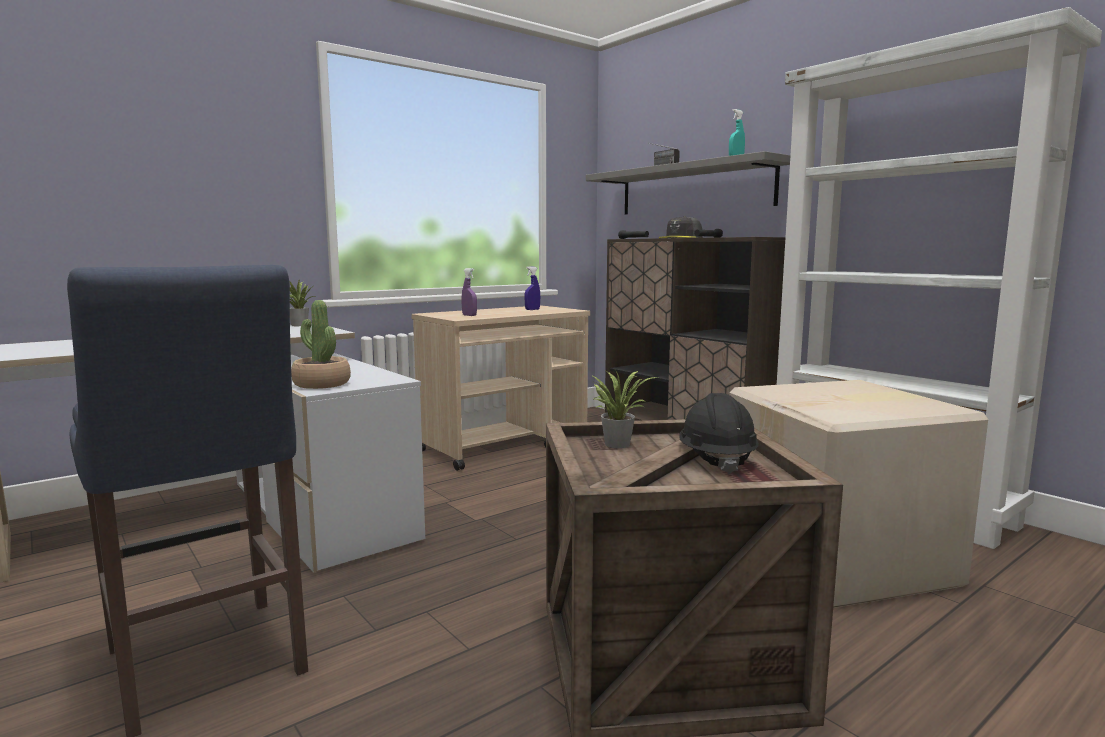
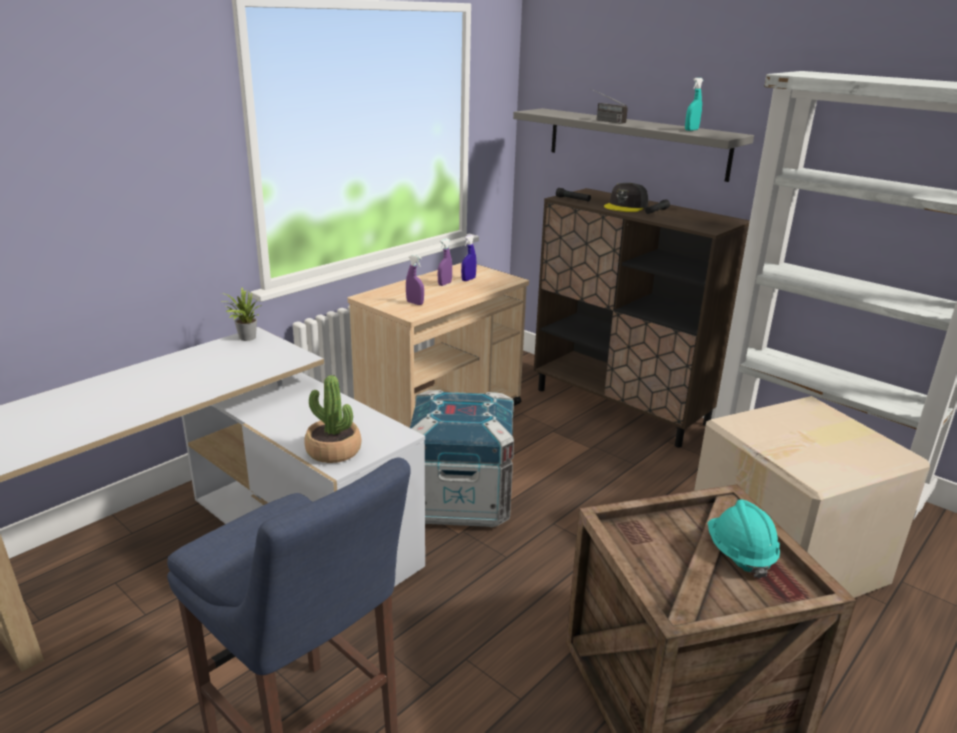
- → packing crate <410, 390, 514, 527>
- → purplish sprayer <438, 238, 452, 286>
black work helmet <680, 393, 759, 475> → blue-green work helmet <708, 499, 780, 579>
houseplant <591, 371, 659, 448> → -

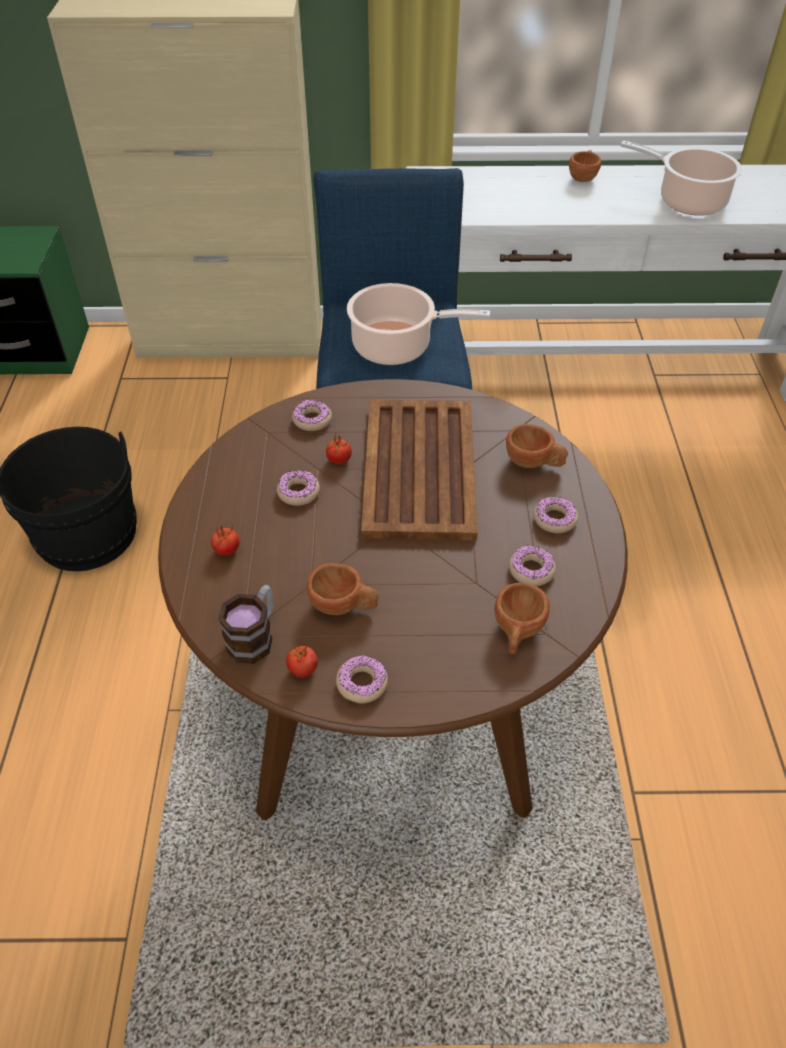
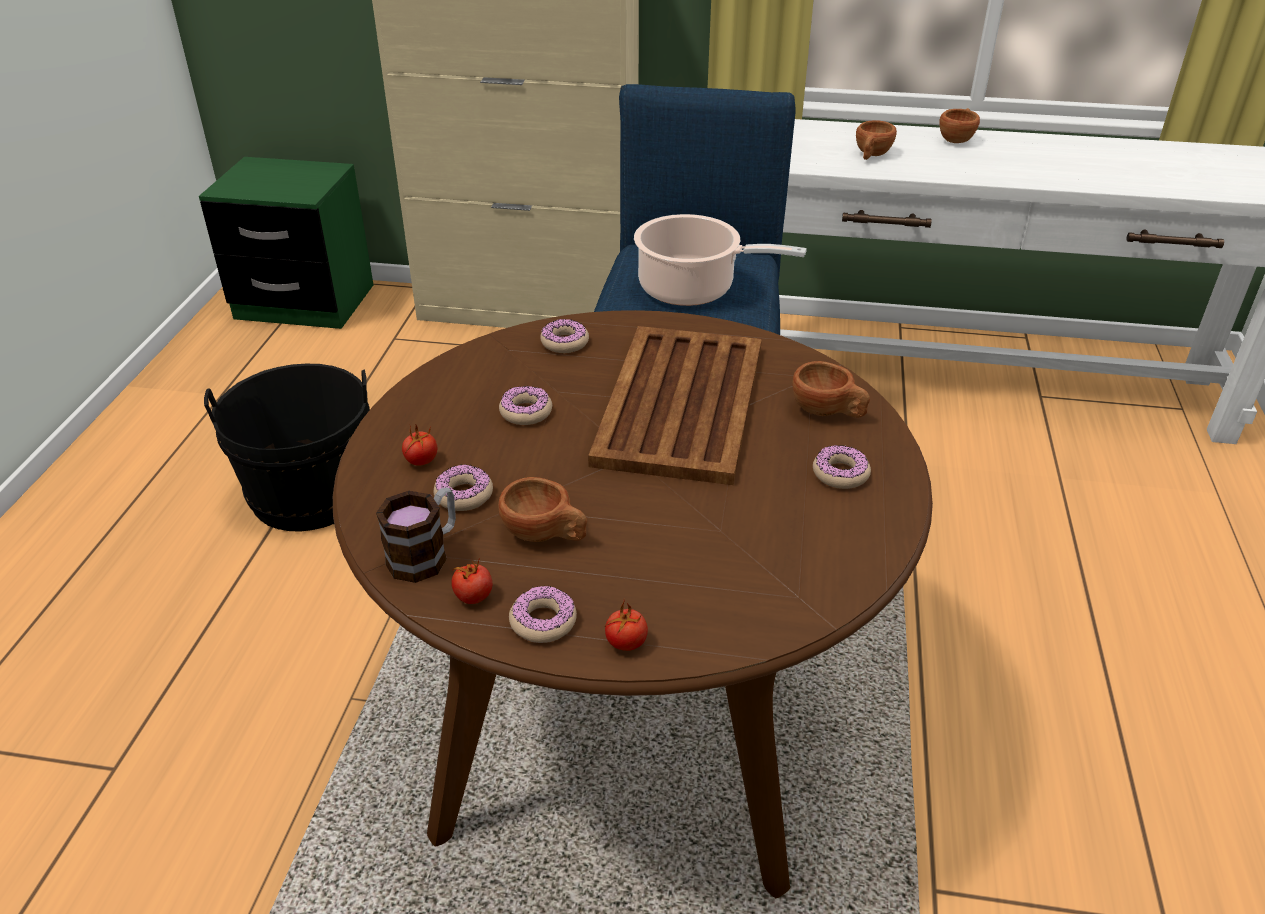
ring doughnut <509, 546, 556, 586> → ring doughnut <434, 464, 493, 511>, moved
fresh tomato <326, 435, 352, 464> → fresh tomato <605, 602, 648, 651>, moved
brown cup <495, 583, 550, 655> → brown cup <856, 120, 897, 160>, moved
saucepot <620, 141, 742, 216> → -

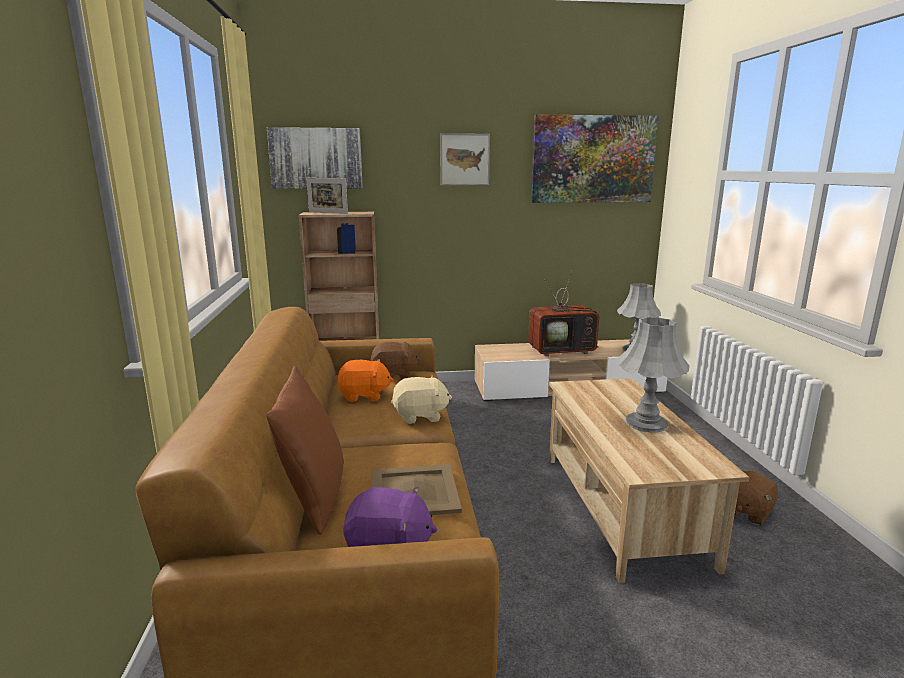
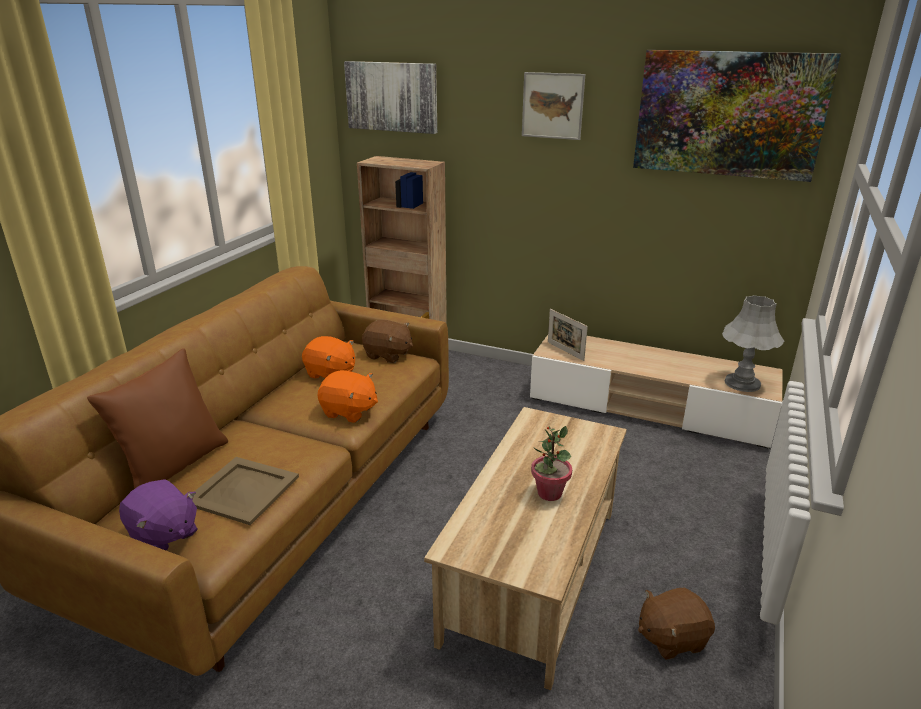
beige cuddly toy <391, 375, 452, 424> → orange-coloured cuddly toy <318, 370, 378, 423>
greyish tabletop lamp <618, 317, 690, 433> → houseplant <531, 426, 572, 501>
picture frame <306, 178, 348, 214> → picture frame <548, 309, 588, 361>, moved
television <528, 271, 599, 356> → -

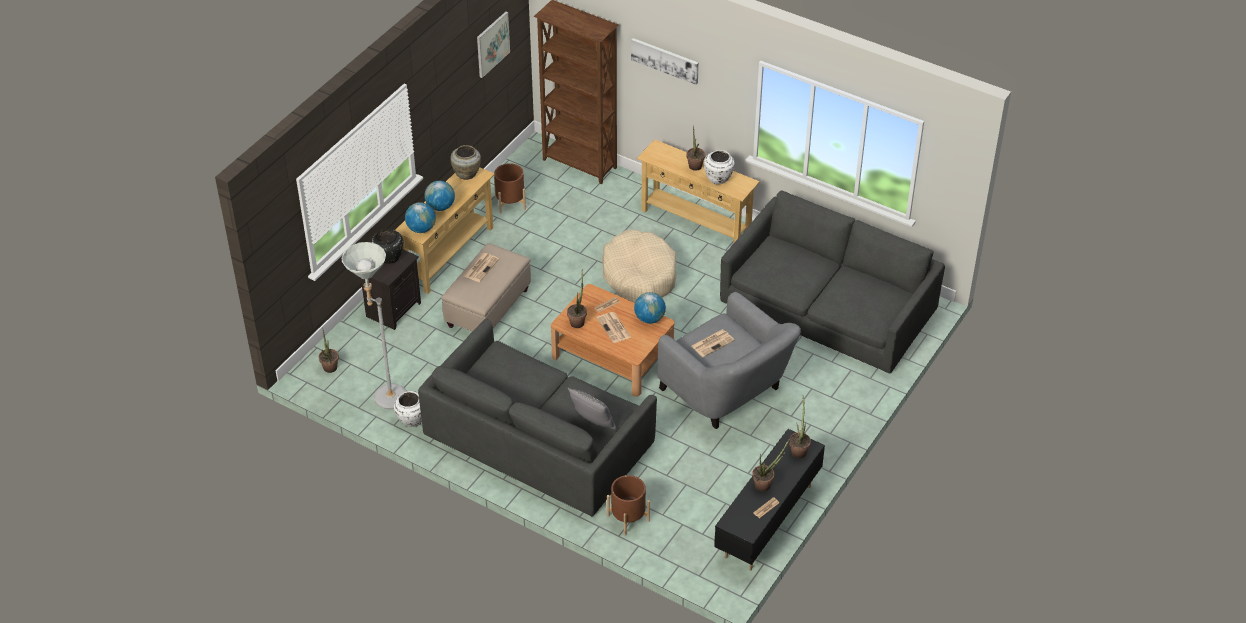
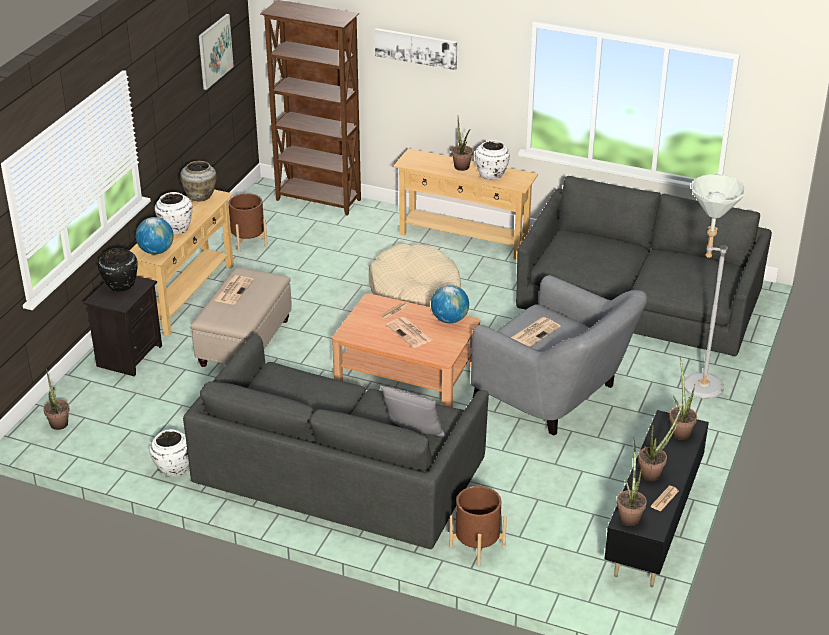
desk globe <424, 181, 455, 211> → white-coloured flower vase <155, 192, 193, 234>
houseplant <567, 269, 587, 328> → houseplant <616, 437, 647, 526>, moved
greyish standing lamp <342, 242, 407, 410> → greyish standing lamp <684, 174, 746, 399>, moved

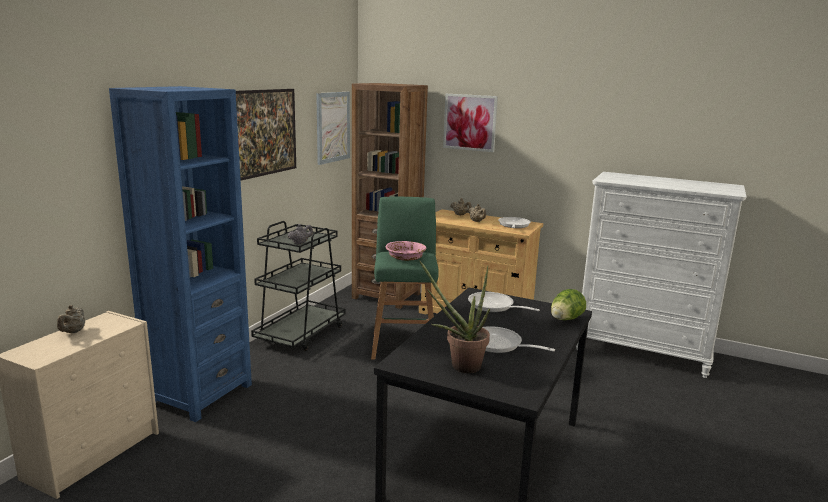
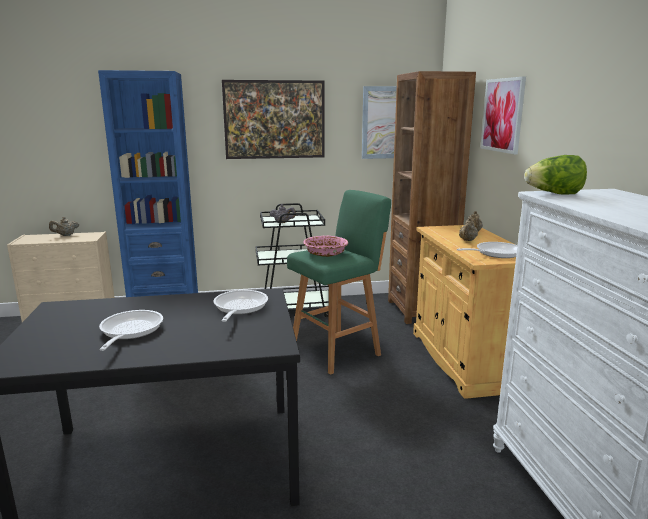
head of lettuce <551, 289, 586, 320> → head of lettuce <524, 155, 587, 195>, moved
houseplant <419, 260, 490, 373> → -

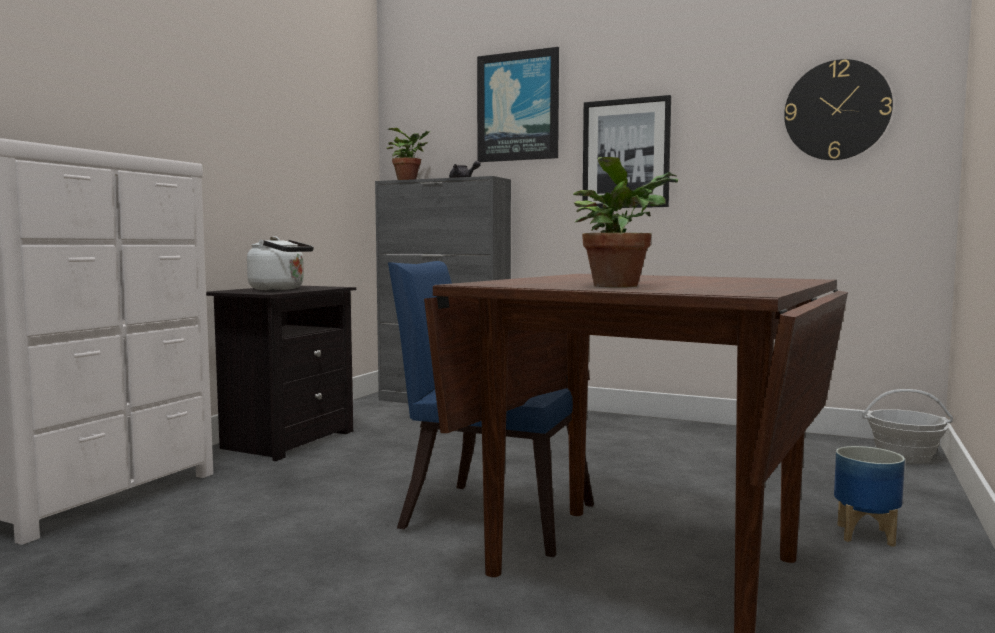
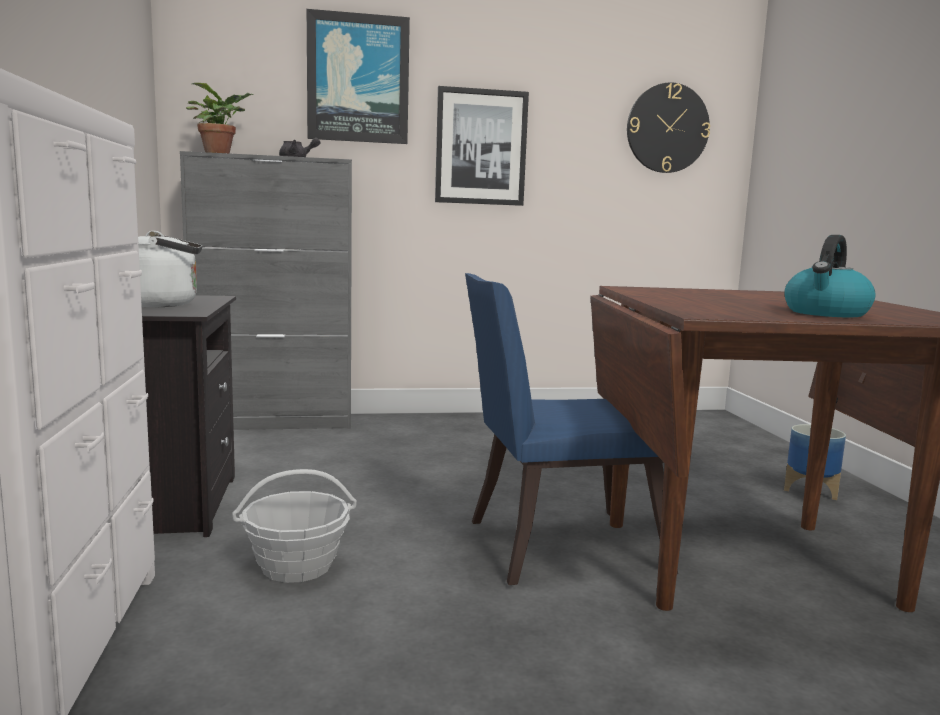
storage basket <862, 389, 953, 464> → storage basket <232, 469, 357, 583>, moved
houseplant <573, 157, 678, 287> → water kettle <784, 235, 876, 317>

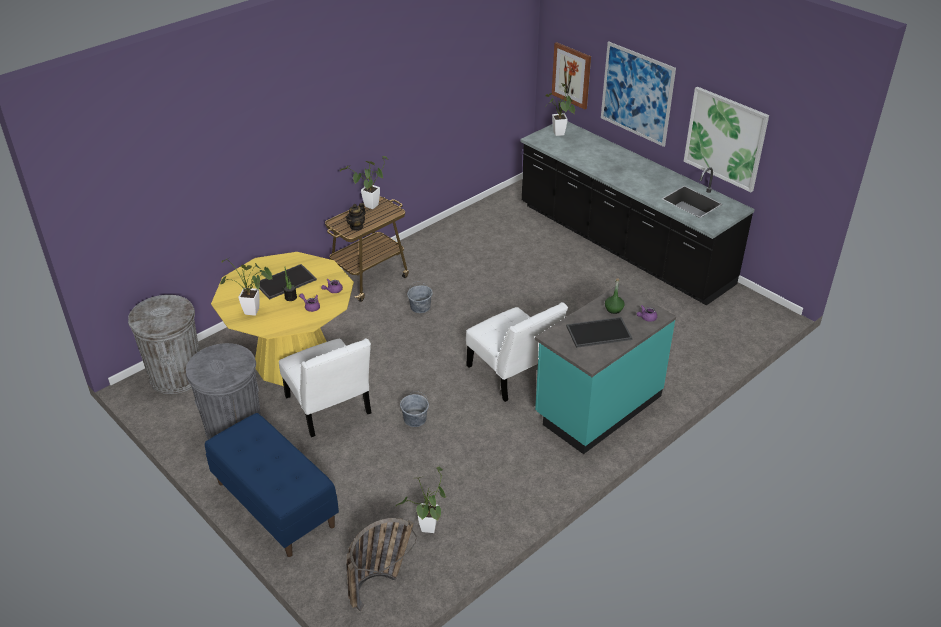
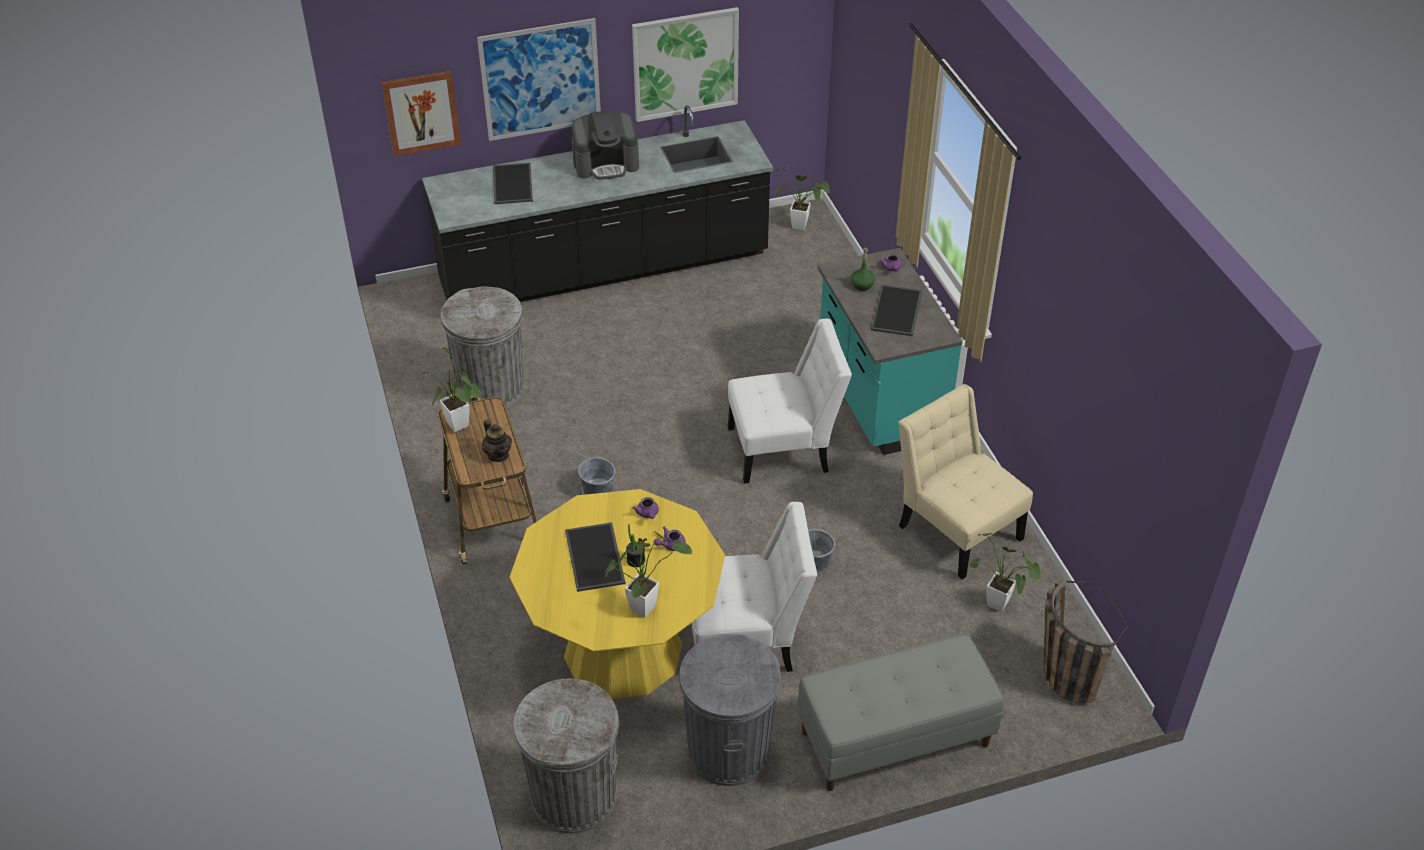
- → greyish trash can <441, 286, 525, 412>
- → serving tray <493, 163, 533, 204>
- → coffee machine <572, 110, 639, 180>
houseplant <545, 83, 575, 136> → houseplant <774, 166, 830, 230>, moved
blue bench <205, 413, 339, 557> → greyish bench <797, 634, 1004, 791>
- → beige chair <898, 384, 1033, 579>

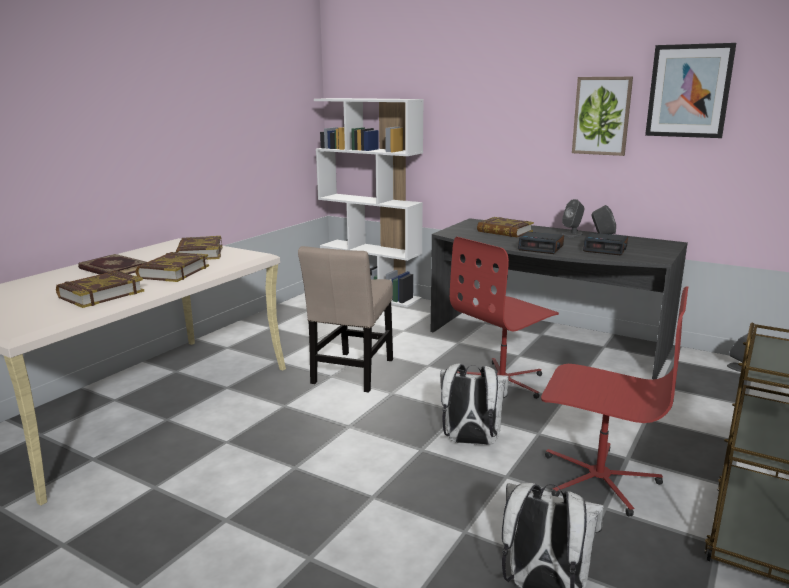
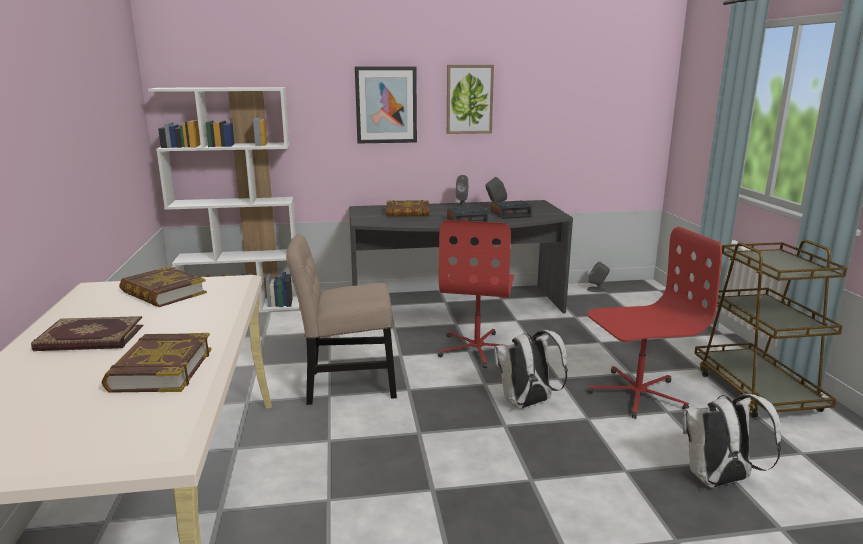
beige chair <298, 246, 393, 393> → beige chair <286, 234, 397, 405>, 105 degrees clockwise
picture <645, 43, 736, 138> → picture <355, 66, 417, 143>, moved
volume <135, 252, 209, 282> → -

